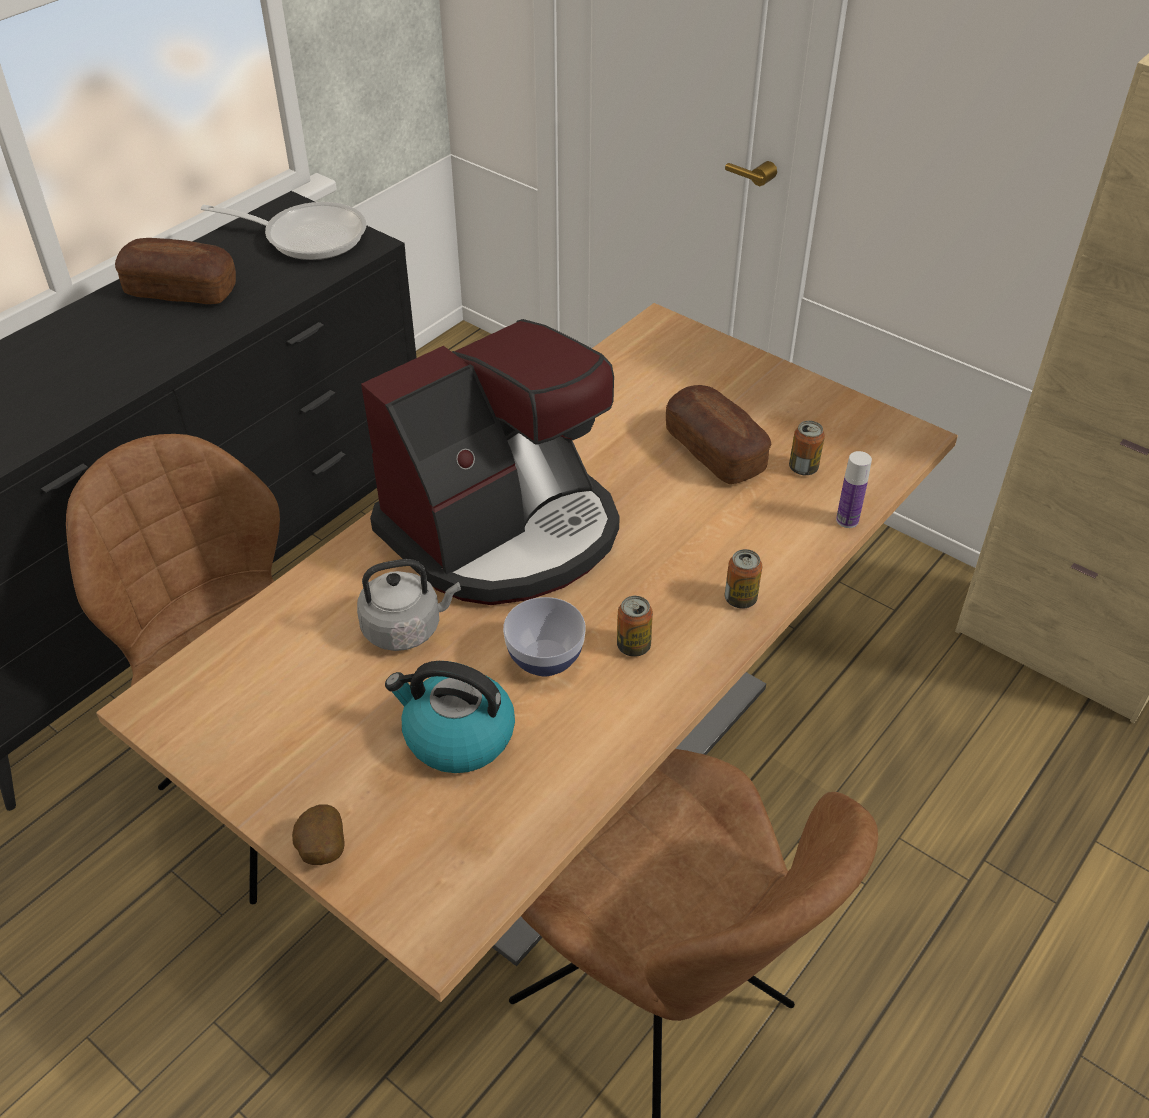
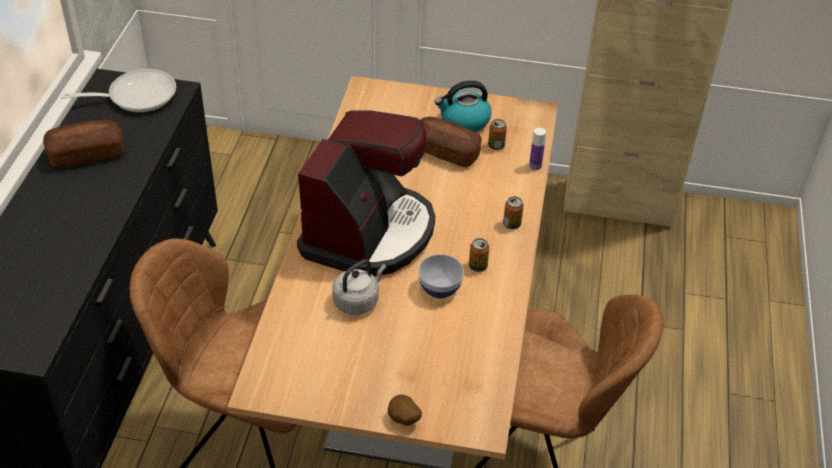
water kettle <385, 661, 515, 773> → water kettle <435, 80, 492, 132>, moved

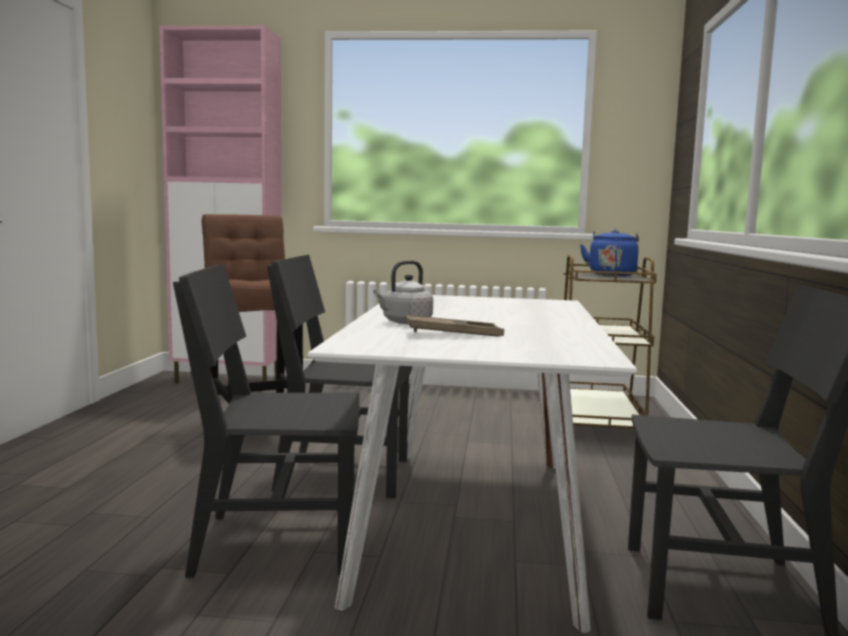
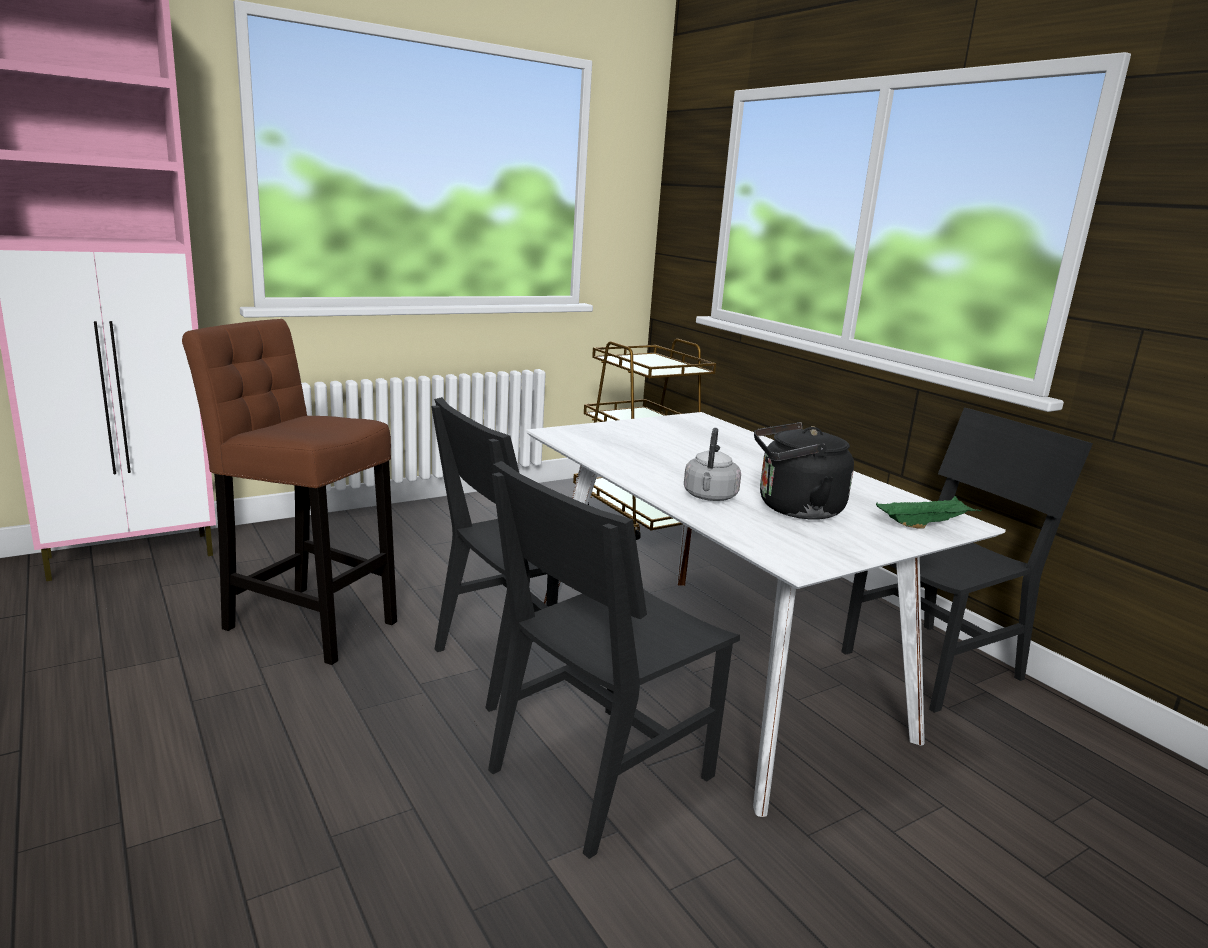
brown serving tray <405, 315, 504, 336> → black water kettle <754, 422, 854, 519>
- → green-coloured serving tray <876, 496, 982, 528>
blue water kettle <580, 229, 639, 276> → -

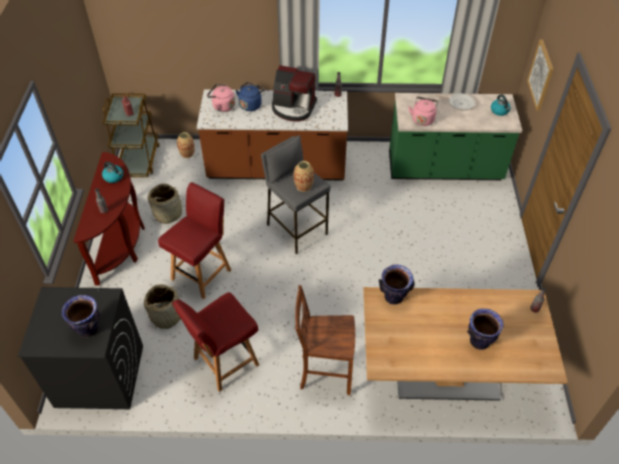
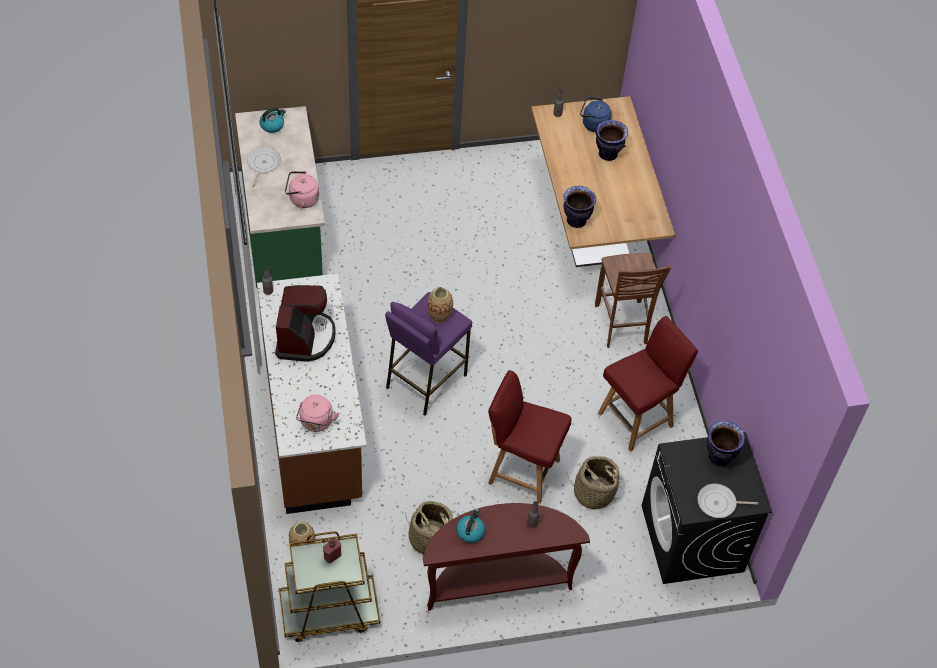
greyish sitting stool <261, 135, 331, 254> → purplish sitting stool <385, 292, 472, 416>
blue water kettle <236, 82, 265, 111> → blue water kettle <580, 97, 612, 133>, moved
red chair <172, 292, 259, 392> → red chair <598, 316, 698, 452>, 75 degrees counterclockwise
- → frying pan <697, 484, 758, 518>
picture <527, 40, 554, 111> → -

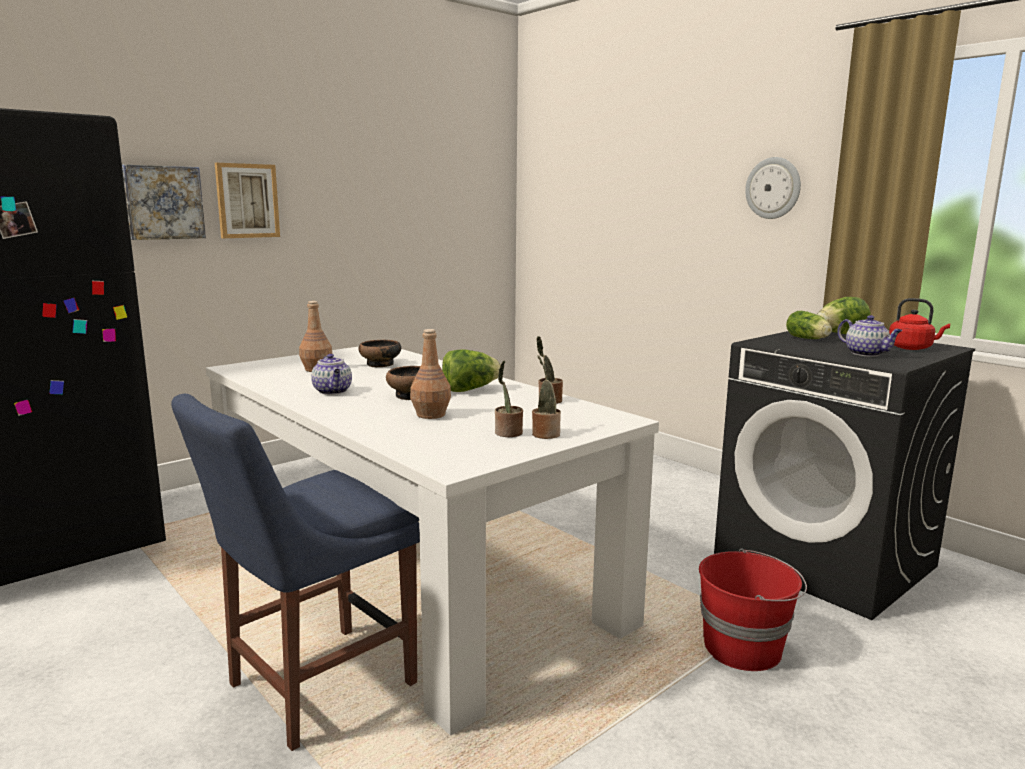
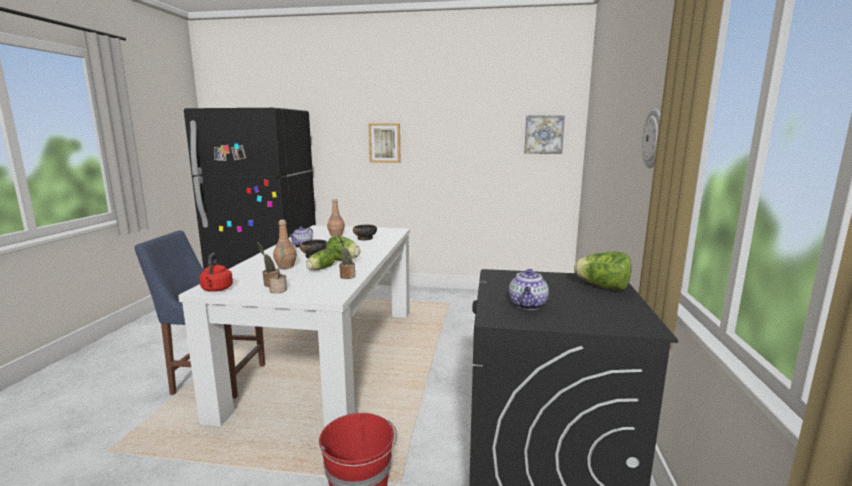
red water kettle <889, 298, 950, 350> → red water kettle <199, 253, 233, 292>, moved
head of lettuce <786, 311, 832, 339> → head of lettuce <306, 249, 335, 270>, moved
picture <122, 165, 206, 240> → picture <524, 115, 565, 154>, moved

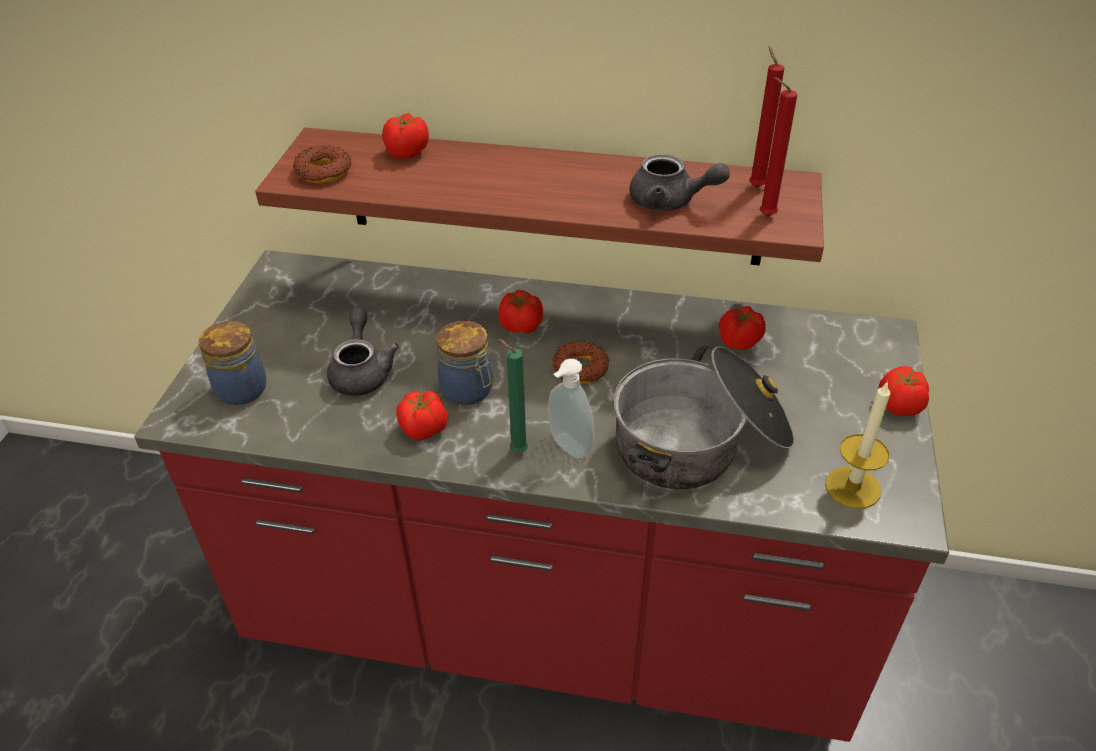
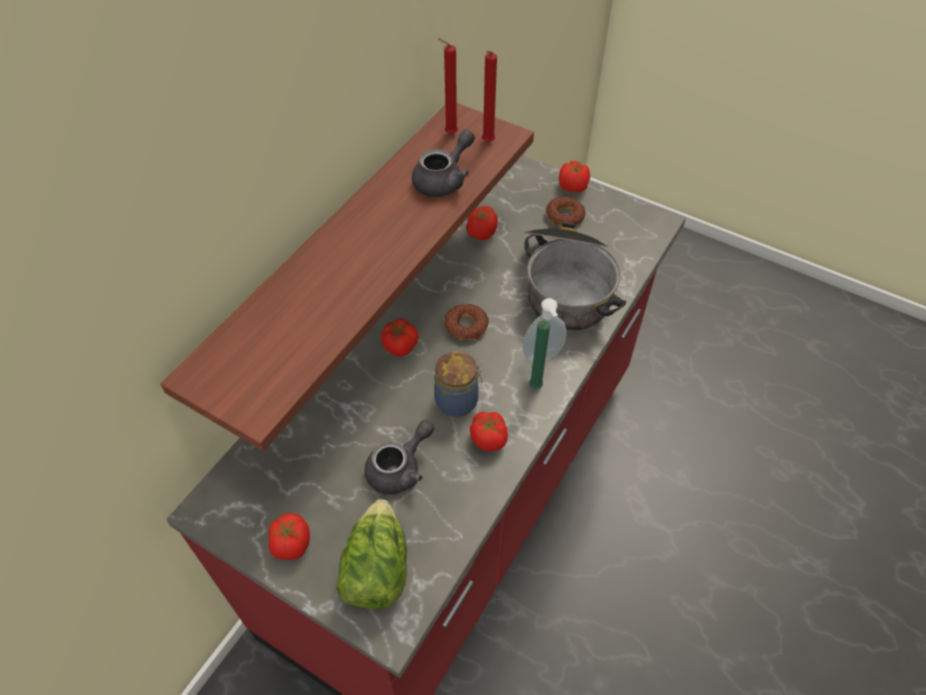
fresh tomato <382, 113, 429, 158> → fresh tomato <268, 513, 310, 560>, moved
jar <199, 320, 266, 405> → head of lettuce <336, 499, 407, 609>
greyish teapot <327, 307, 399, 396> → greyish teapot <365, 420, 434, 494>, 120 degrees clockwise
ring doughnut <293, 145, 351, 183> → ring doughnut <546, 196, 585, 227>, moved
wax candle <825, 381, 890, 509> → -

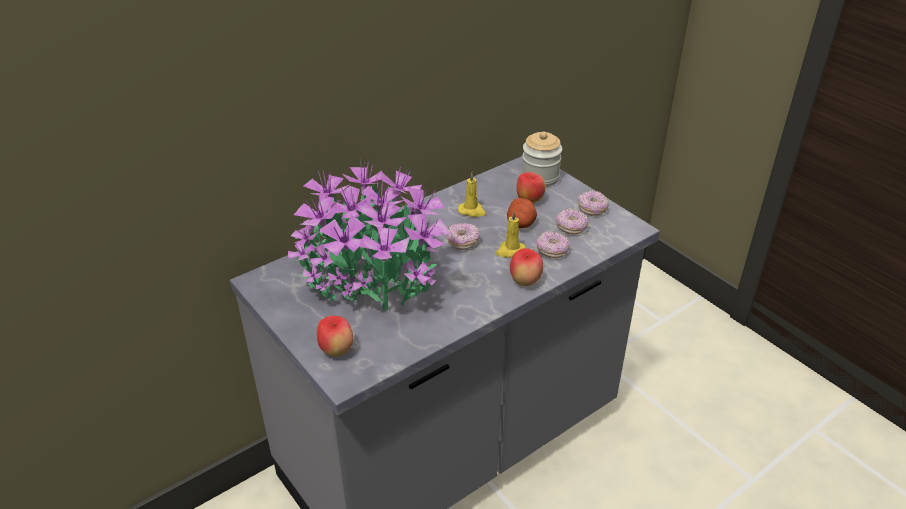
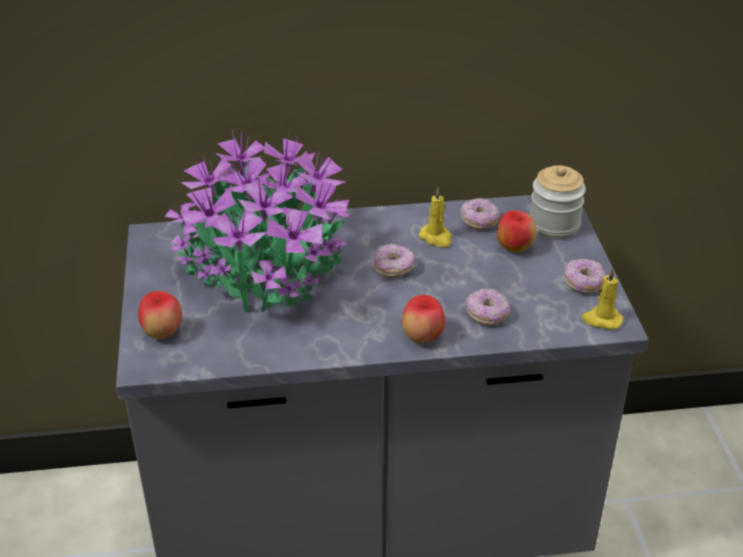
ring doughnut <556, 208, 589, 235> → ring doughnut <460, 198, 499, 230>, moved
yellowish wax candle <496, 211, 526, 258> → yellowish wax candle <581, 268, 623, 330>, moved
spud <507, 198, 537, 228> → -

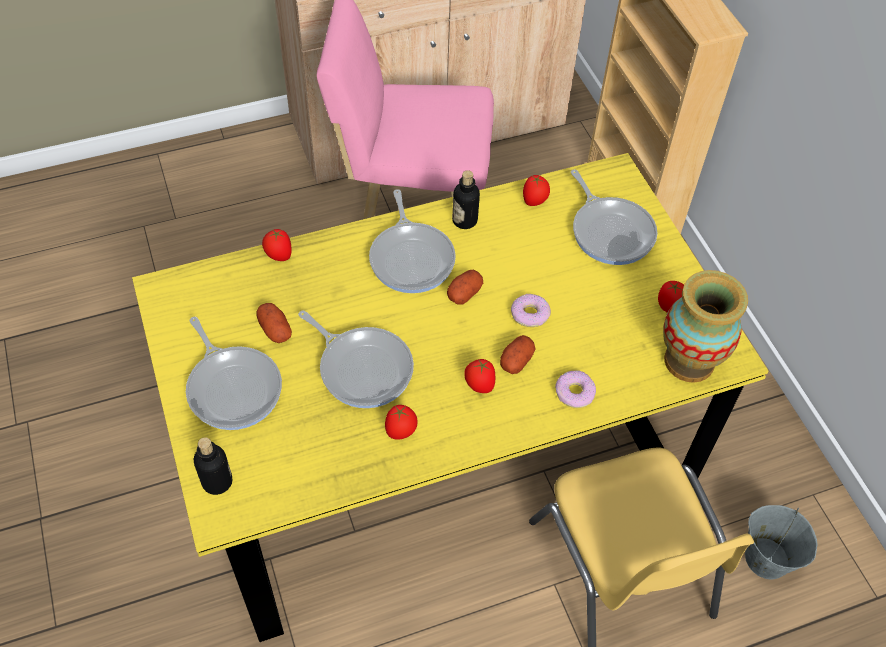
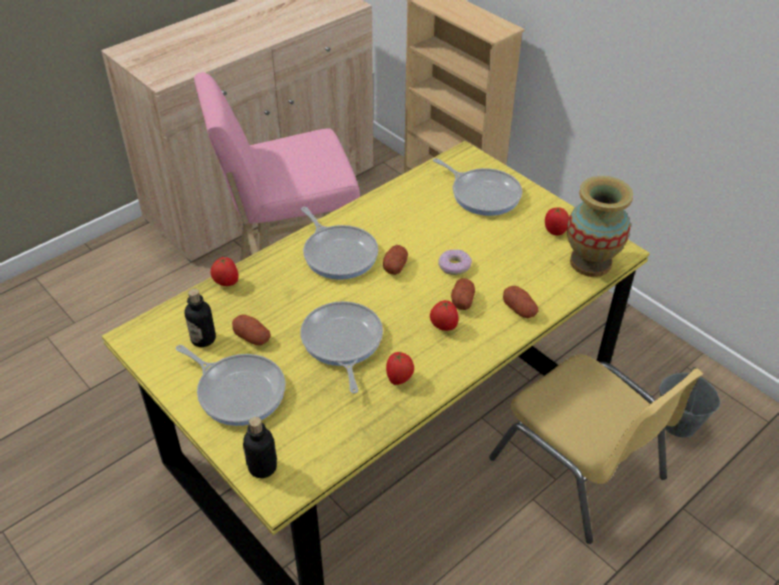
beverage bottle <452, 170, 480, 229> → beverage bottle <185, 289, 216, 347>, moved
frying pan <298, 310, 414, 408> → frying pan <300, 301, 383, 394>, 120 degrees counterclockwise
ring doughnut <555, 370, 596, 408> → spud <503, 286, 539, 318>
fresh tomato <523, 175, 550, 206> → -

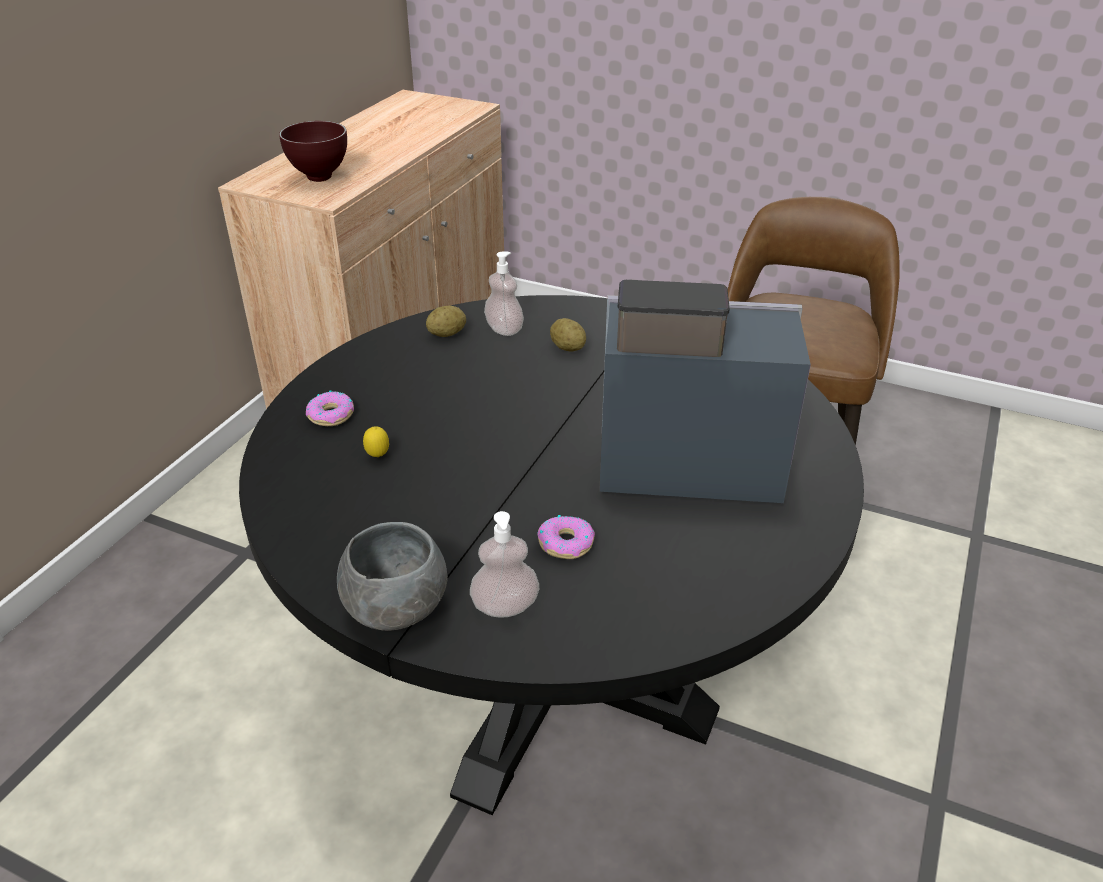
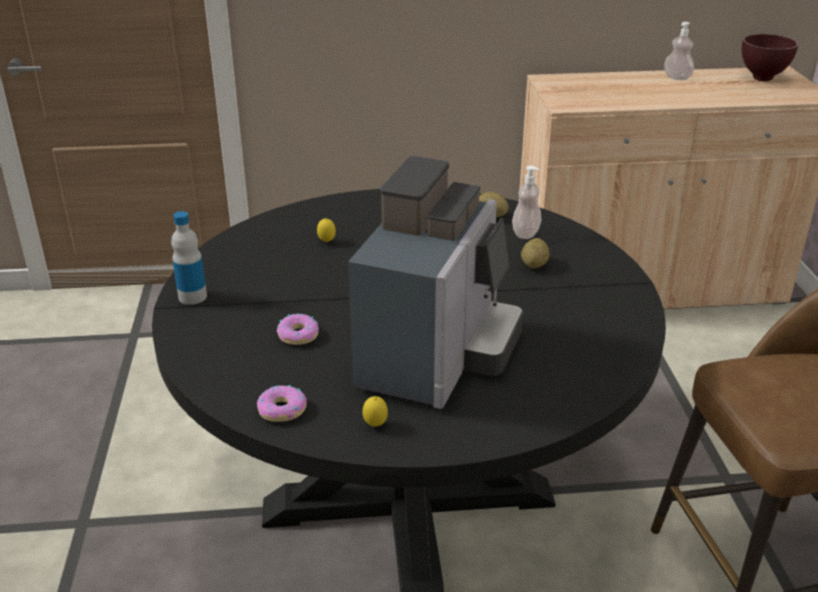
greyish deep dish <337, 522, 448, 631> → beverage bottle <171, 211, 207, 305>
ring doughnut <306, 391, 354, 426> → ring doughnut <257, 385, 307, 422>, moved
coffee machine <599, 280, 811, 503> → coffee machine <348, 156, 523, 409>, 45 degrees clockwise
- → whole lemon <363, 396, 388, 427>
liquid soap bottle <470, 511, 539, 618> → liquid soap bottle <664, 22, 694, 80>, moved
brown deep dish <279, 121, 347, 182> → brown deep dish <742, 34, 798, 81>, moved

